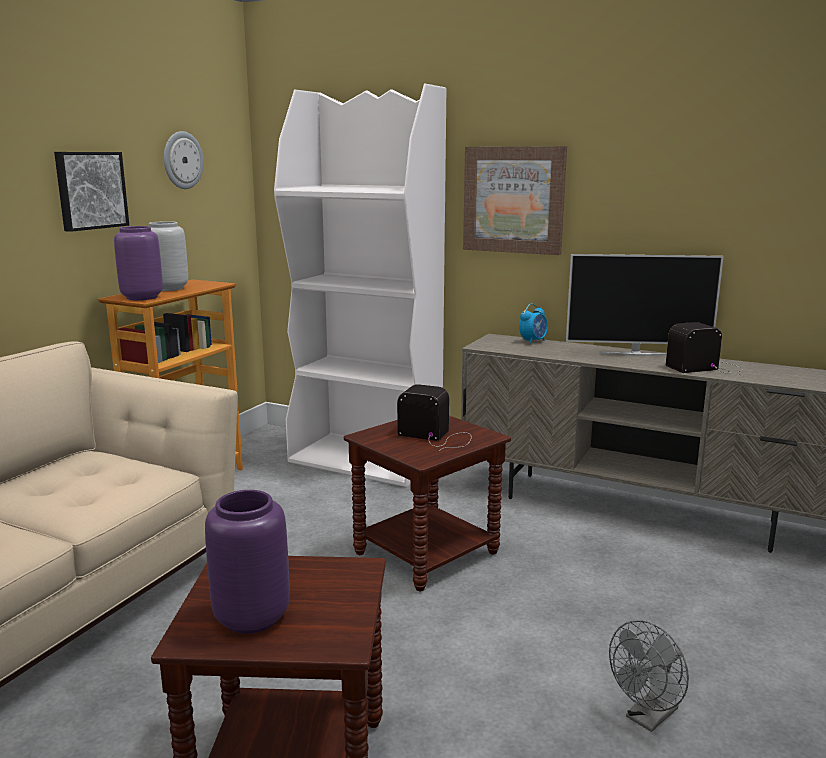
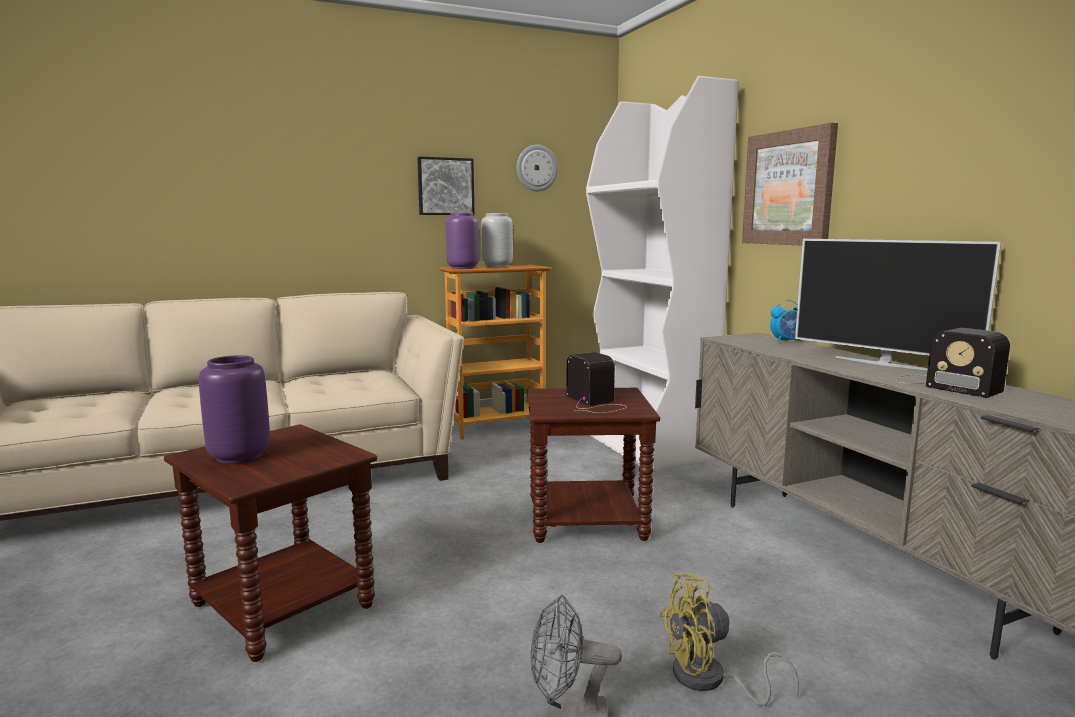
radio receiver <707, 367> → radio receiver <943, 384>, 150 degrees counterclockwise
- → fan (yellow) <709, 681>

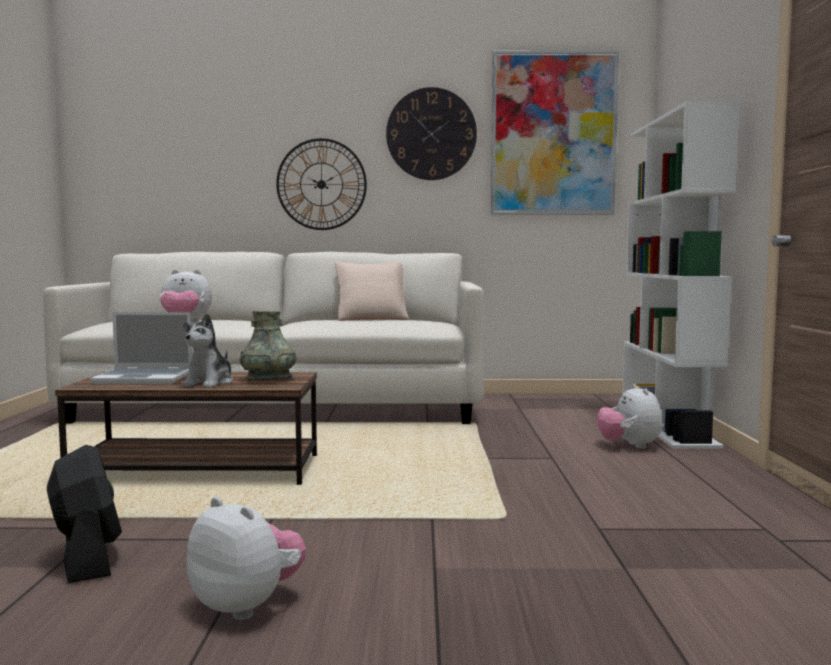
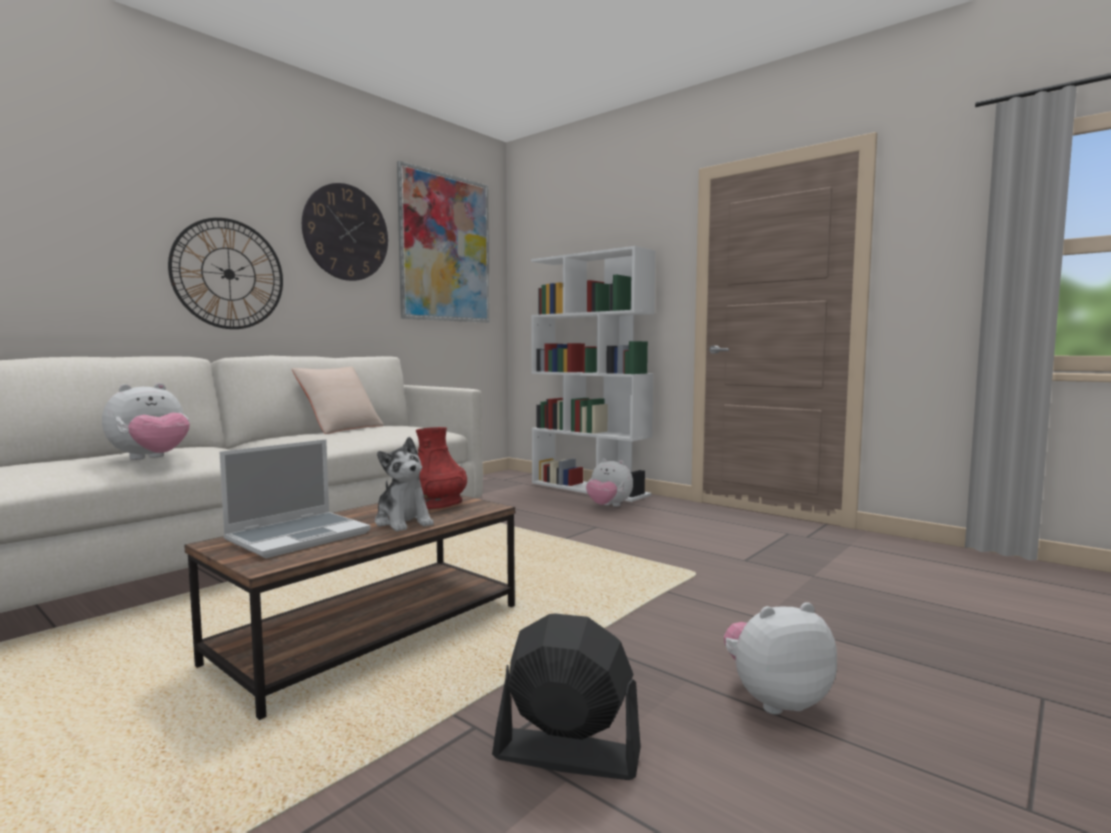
vase (gray) <269, 379> → vase (red-coloured) <436, 504>

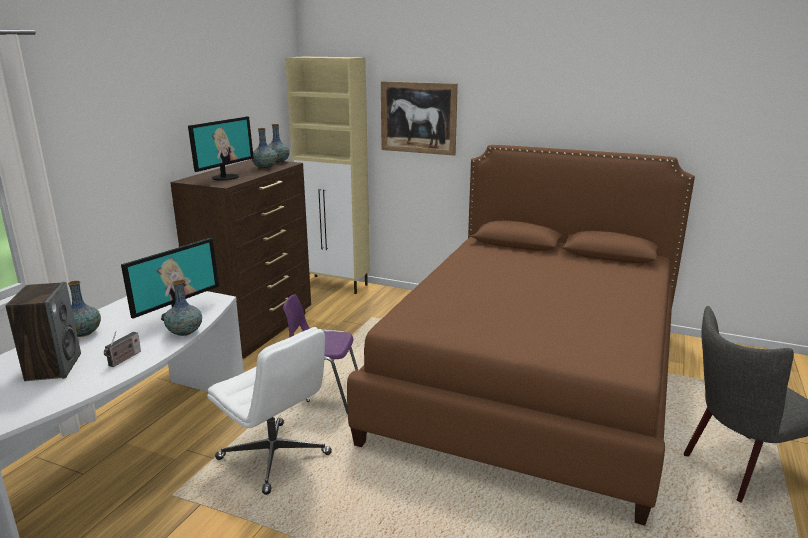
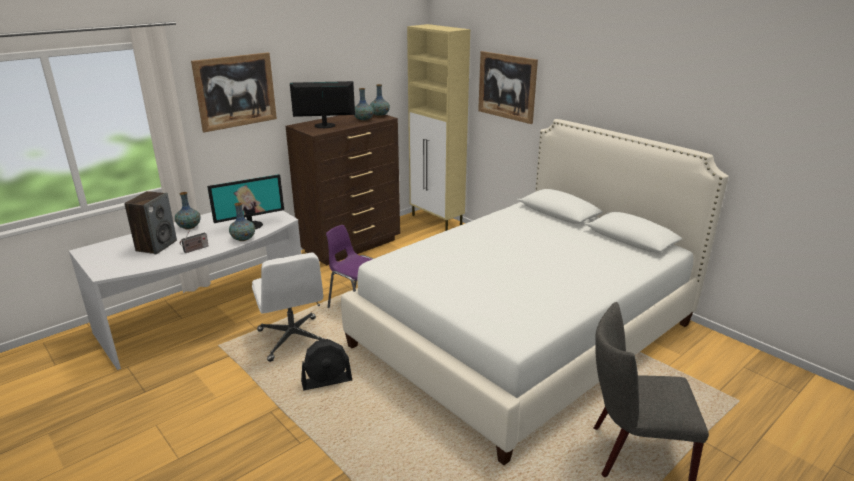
computer display <225, 177> → computer display <324, 126>, 150 degrees counterclockwise
bedroom bed (brown-coloured) <533, 380> → bedroom bed (whitish) <525, 334>
- → wall art <235, 91>
- → fan (black) <327, 381>

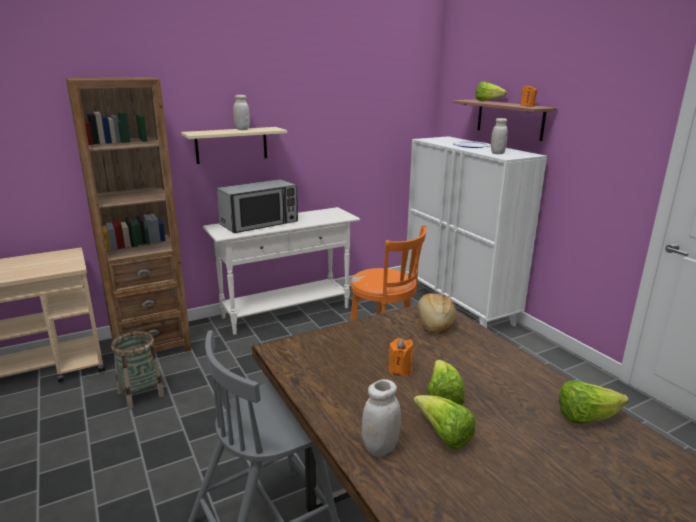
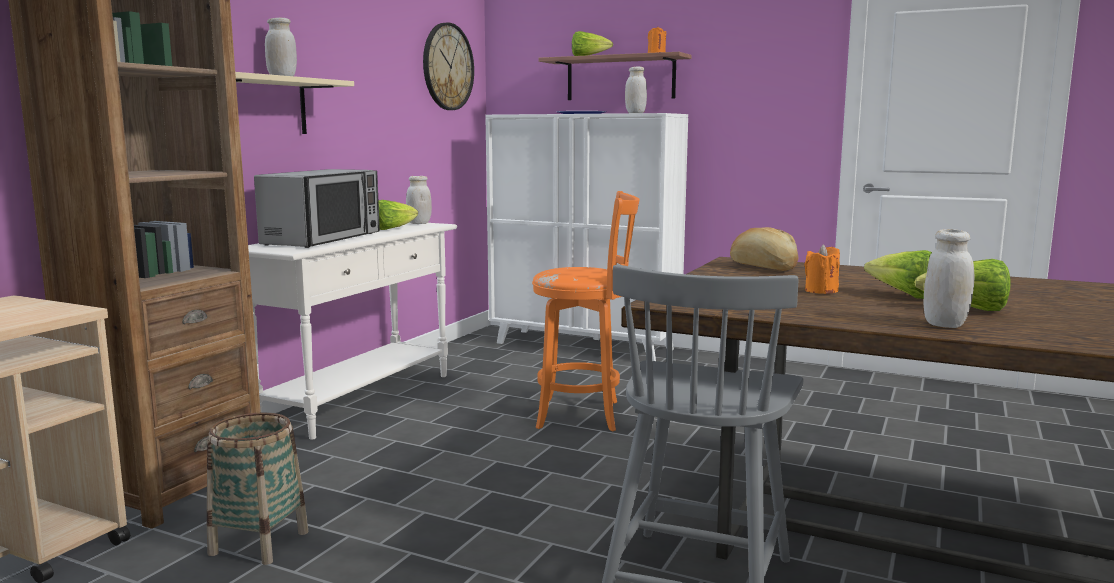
lettuce <586, 417> → lettuce <392, 229>, move
- → preserve jar (whitish) <419, 223>
- → hanging clock <447, 67>

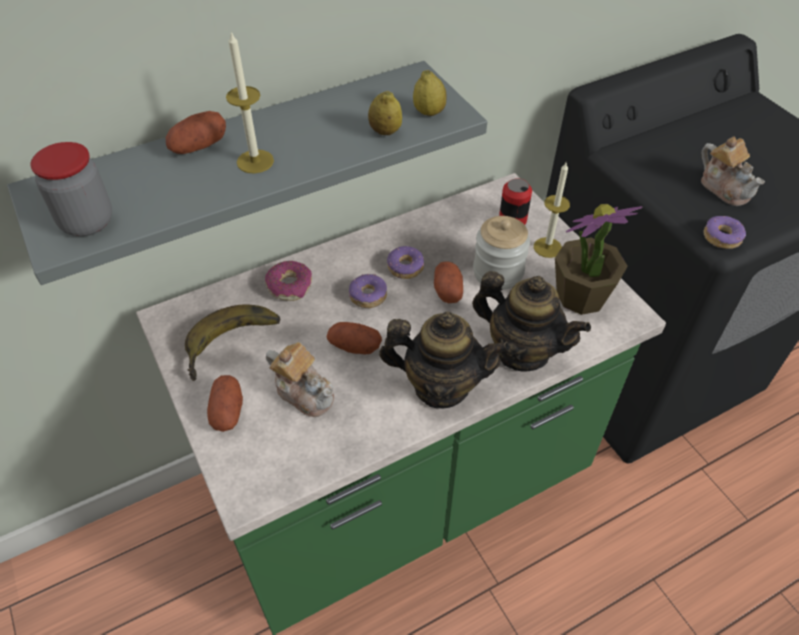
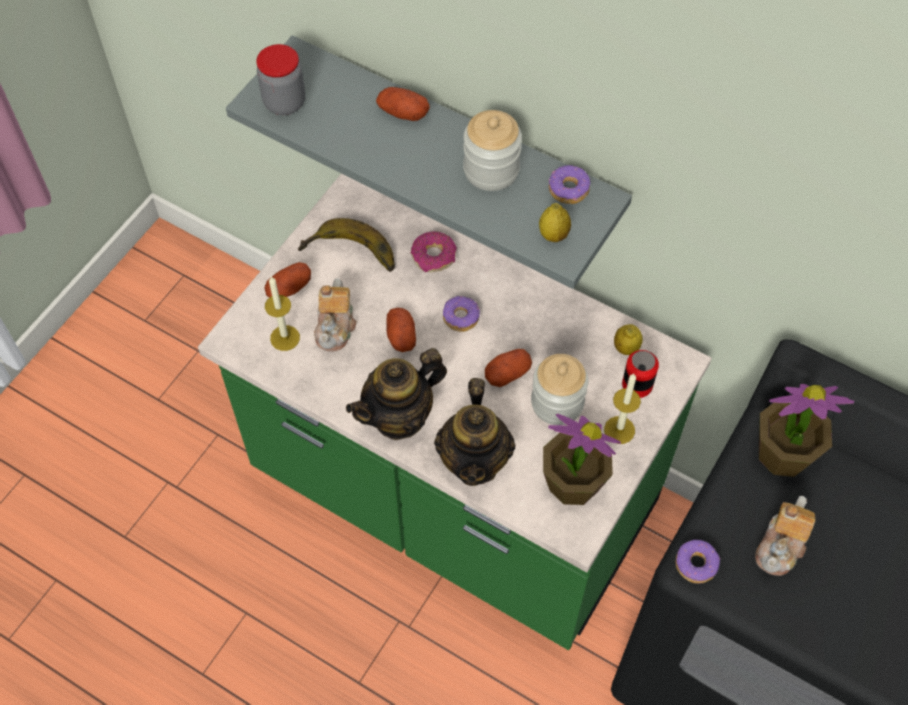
wax light <255, 161> → wax light <285, 338>, move
lemon <385, 132> → lemon <626, 348>, move
teapot <441, 386> → teapot <400, 416>, 75 degrees clockwise
ring doughnut <405, 267> → ring doughnut <568, 190>, move
- → preserve jar <491, 170>
- → houseplant <783, 454>

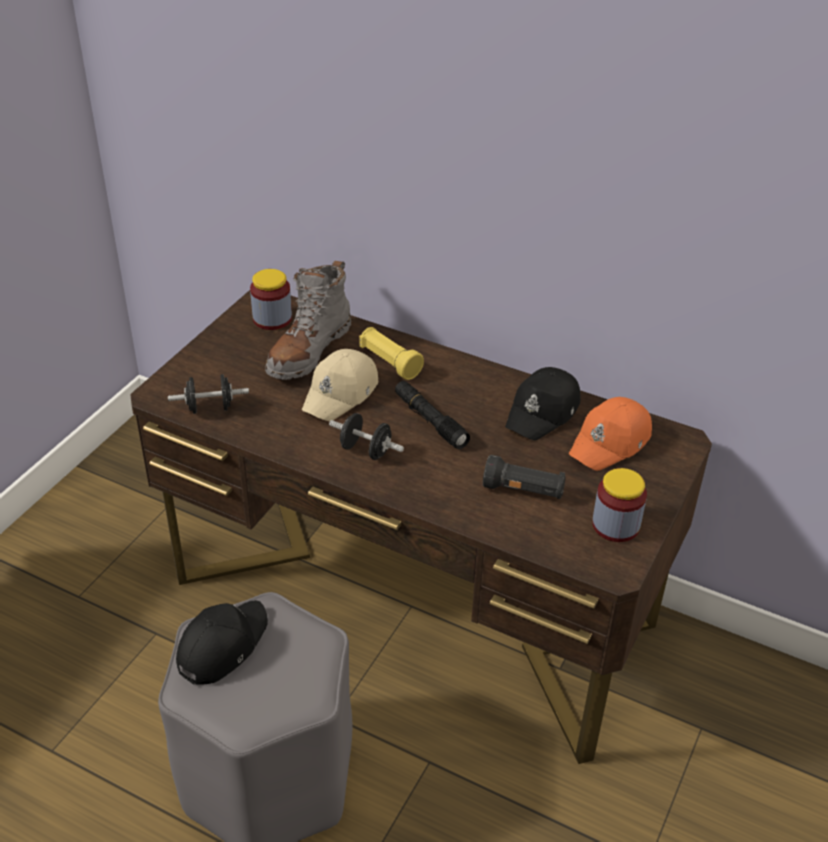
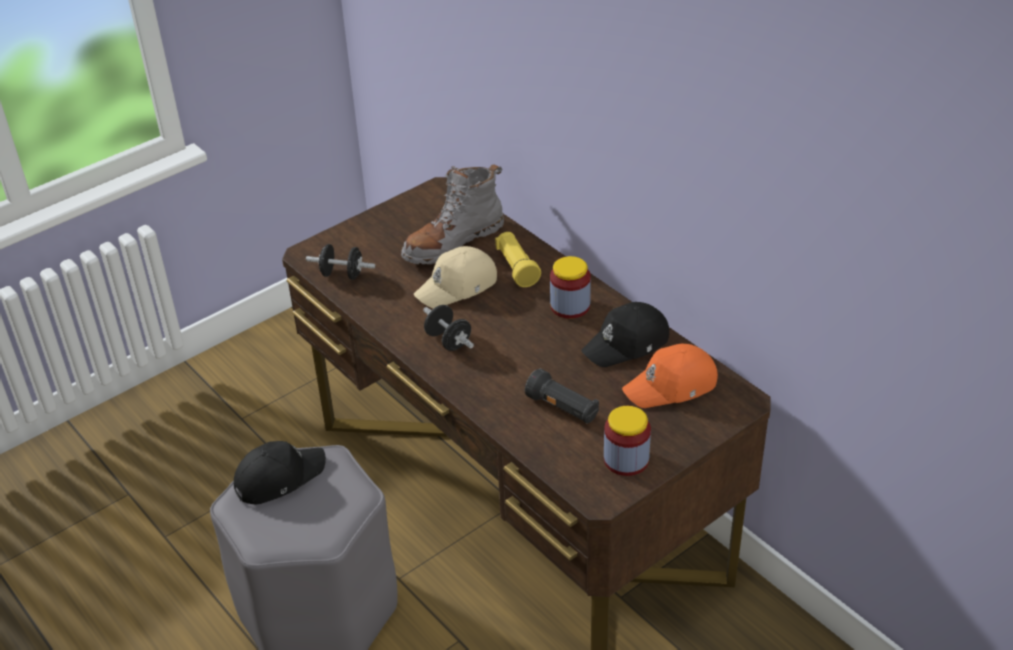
preserve jar <272, 319> → preserve jar <570, 306>, move
torch (black) <430, 421> → -

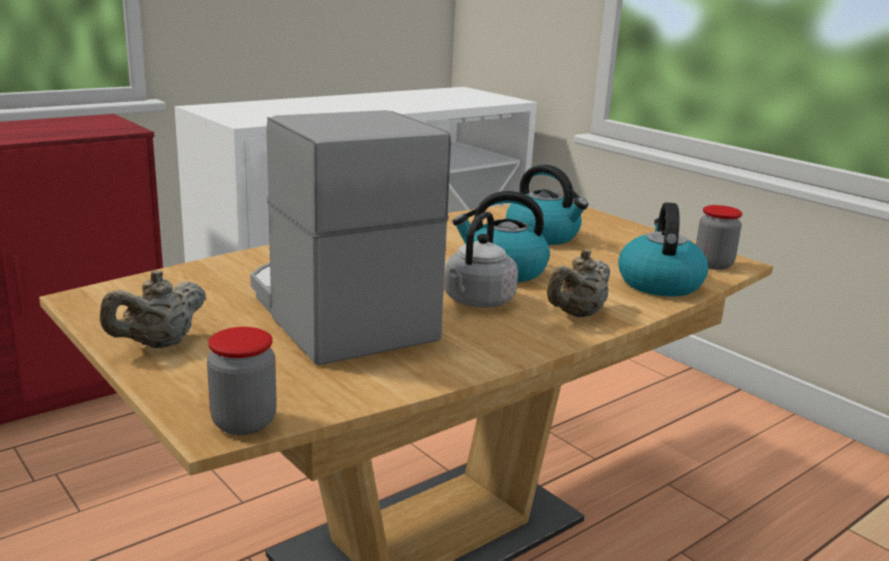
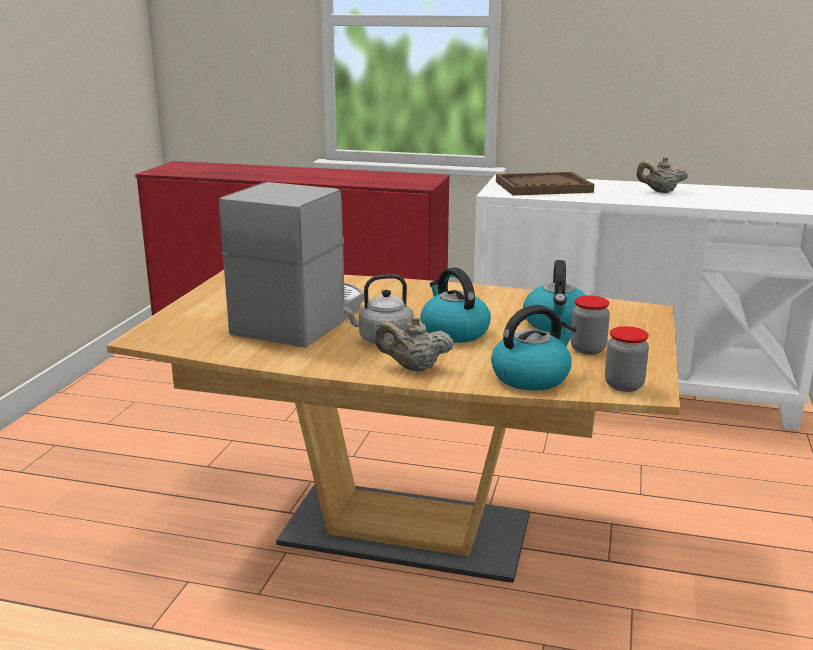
teapot (sand-coloured) <159, 344> → teapot (sand-coloured) <660, 192>, move
preserve jar <244, 422> → preserve jar <588, 349>, move
- → tray (brown-coloured) <543, 187>

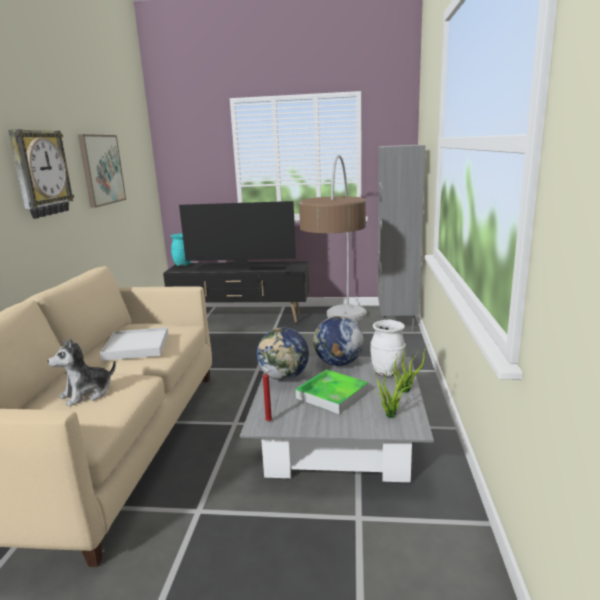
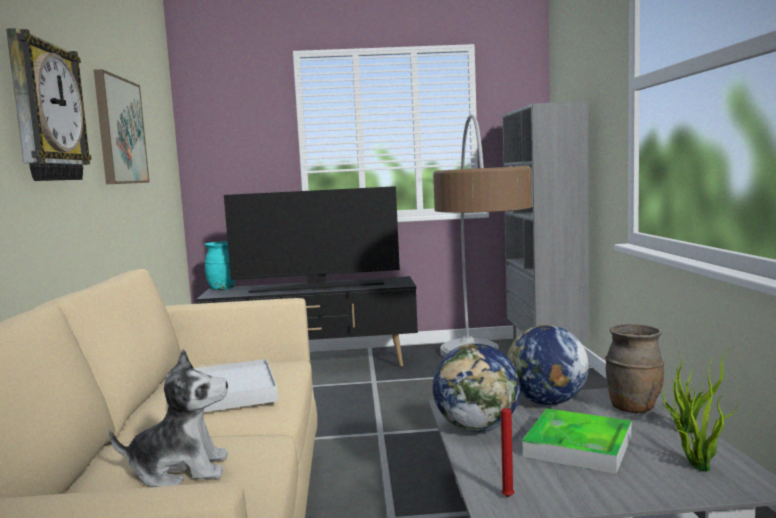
plush toy <87, 394> → plush toy <180, 470>, 135 degrees counterclockwise
vase (whitish) <387, 372> → vase (brown-coloured) <633, 408>

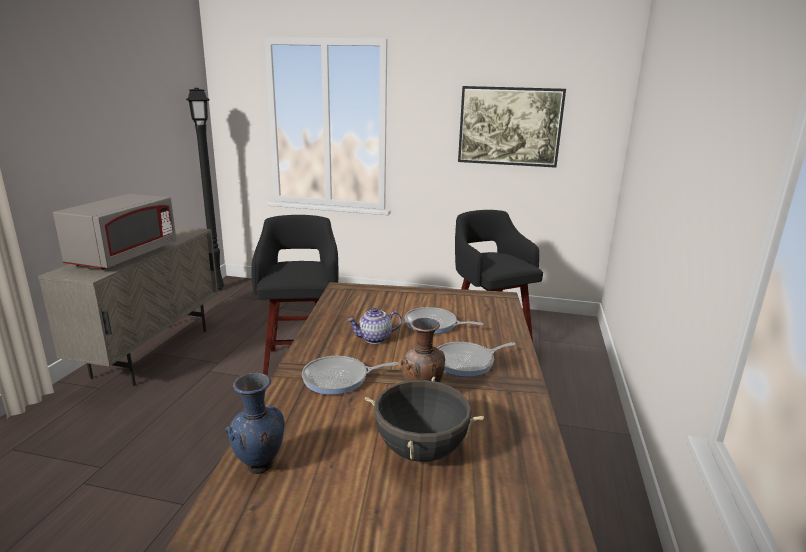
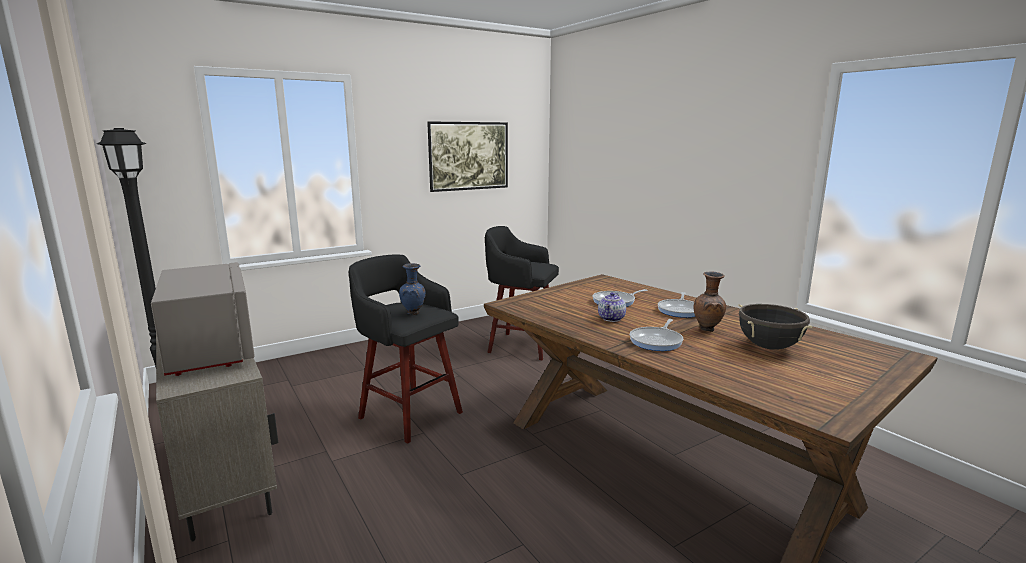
vase (bluish) <259, 468> → vase (bluish) <413, 313>, move

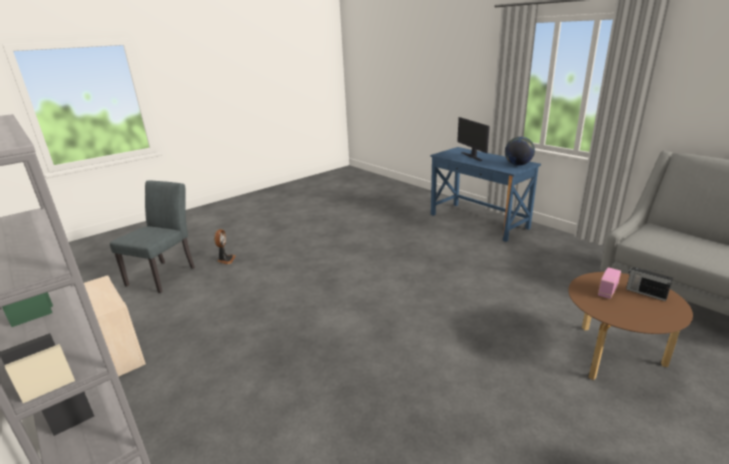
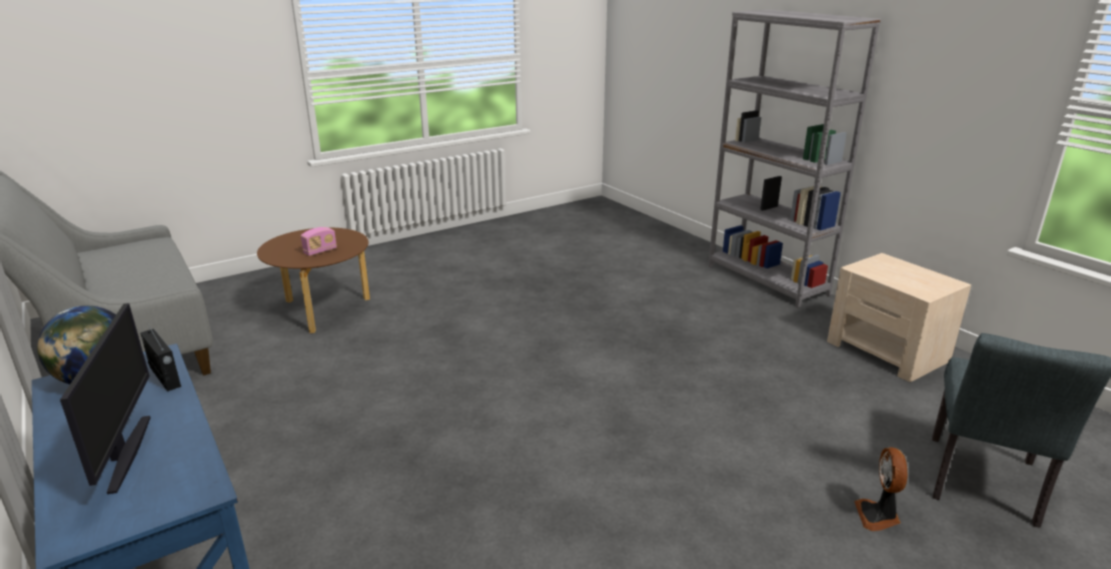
radio receiver <645, 293> → radio receiver <165, 377>, move

